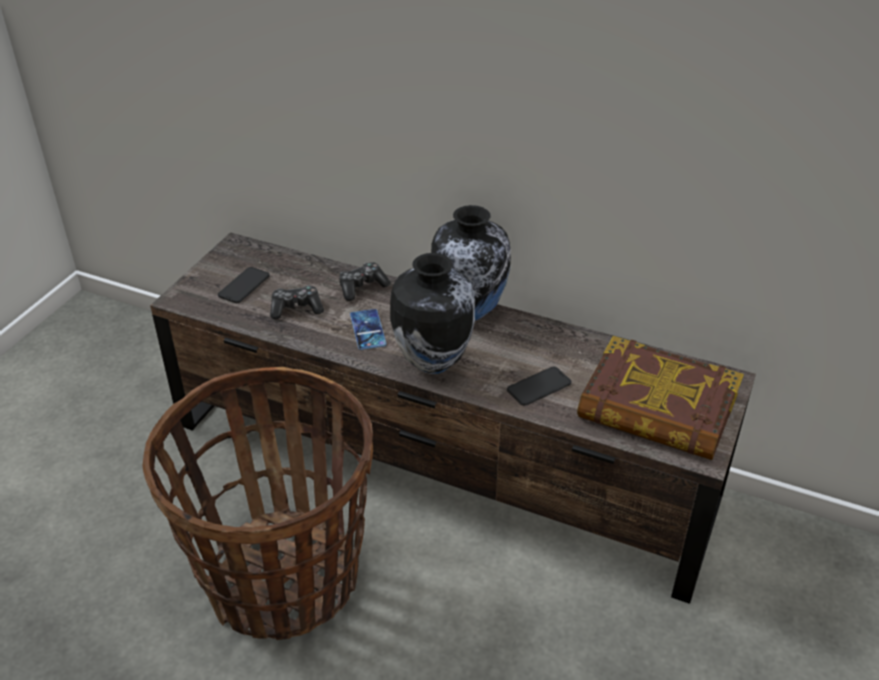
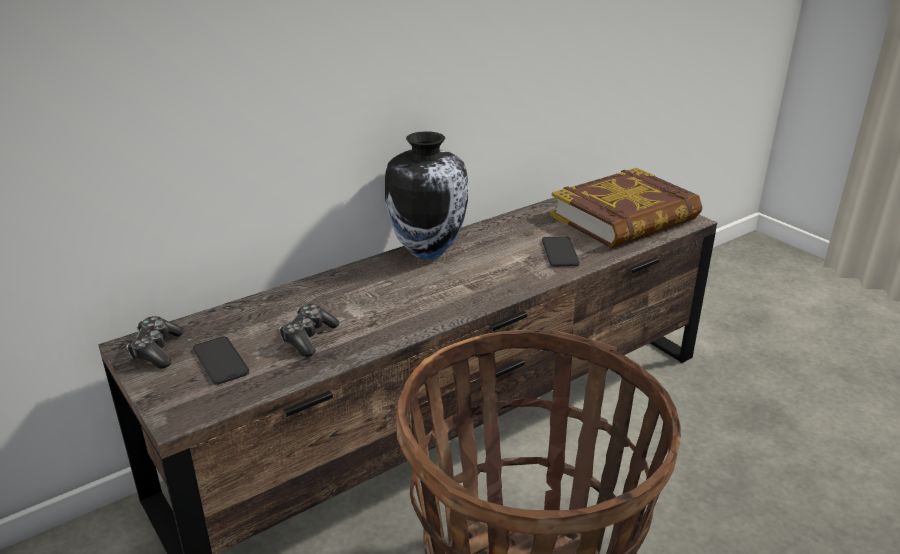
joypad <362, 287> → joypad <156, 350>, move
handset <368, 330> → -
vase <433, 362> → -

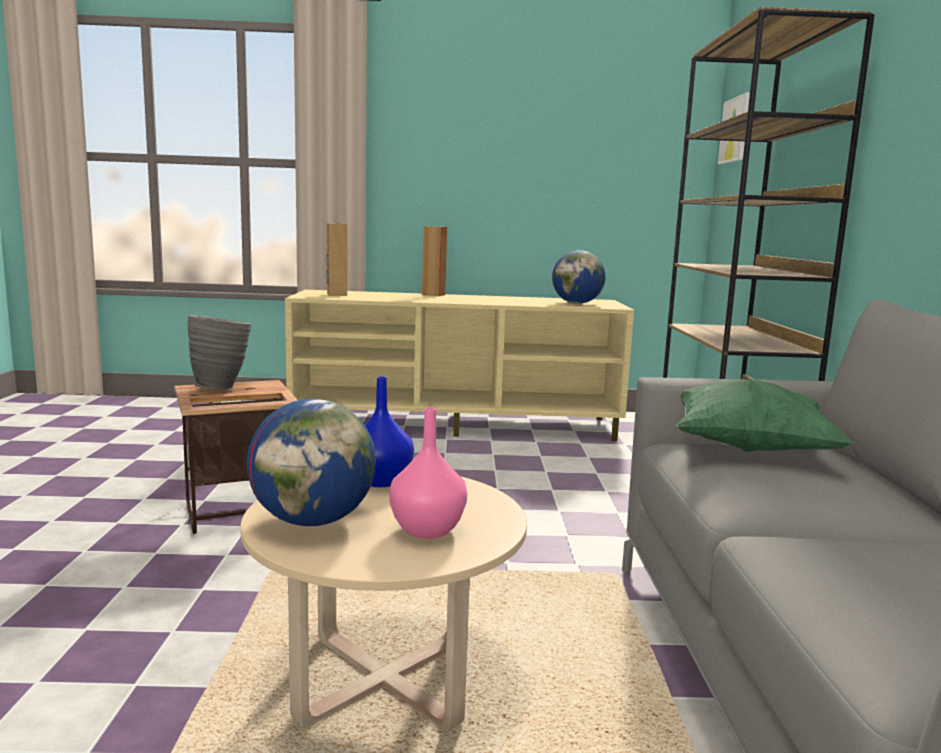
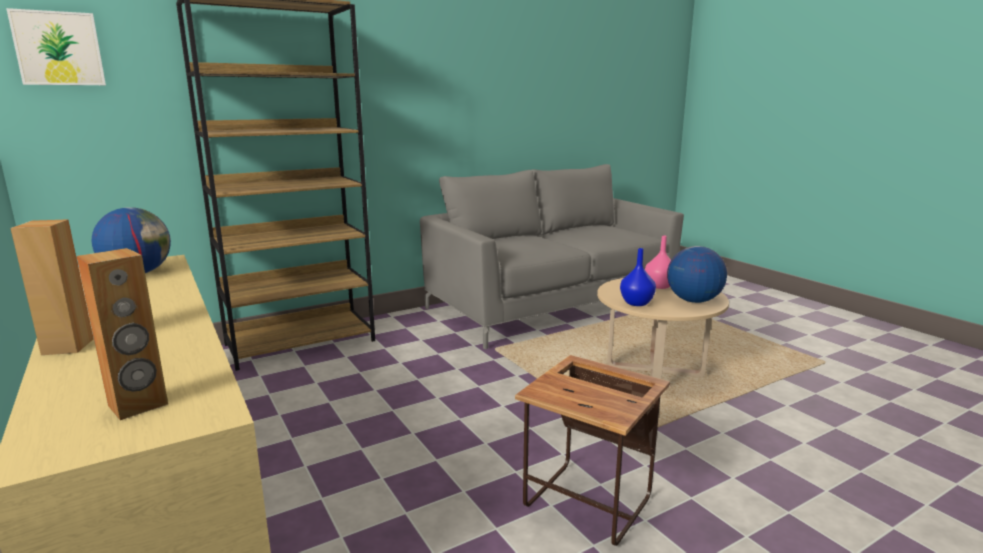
vase (gray) <222, 388> → -
cushion (green) <749, 449> → -

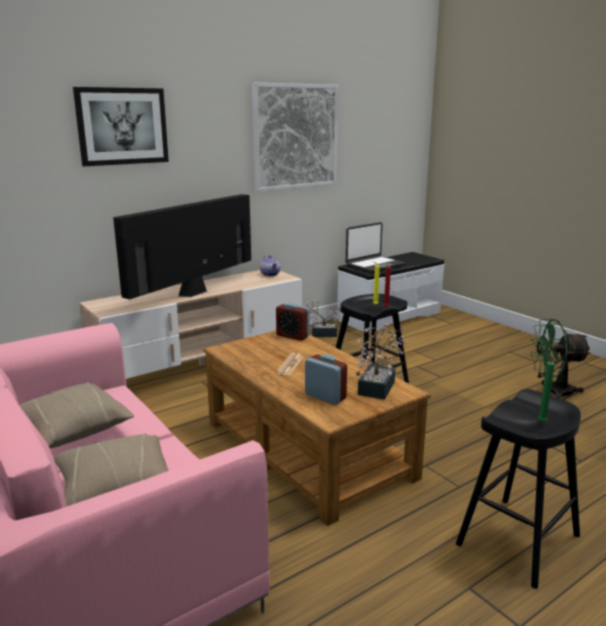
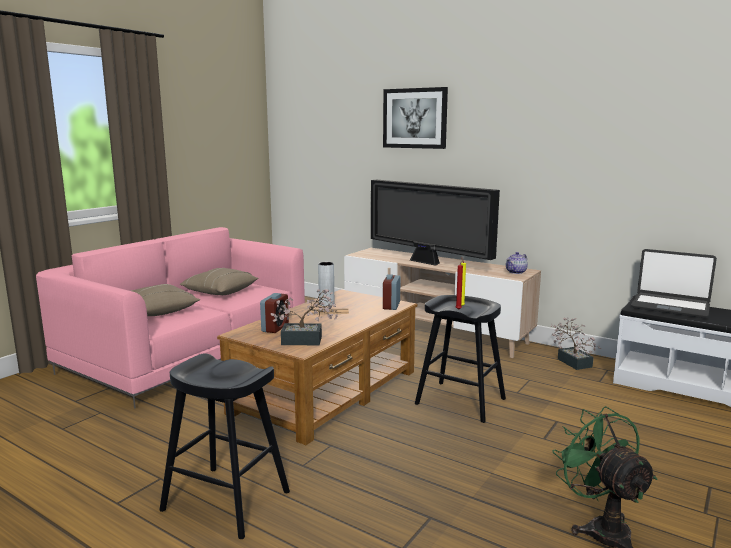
television <193, 293> → television <427, 262>, 150 degrees counterclockwise
wall art <295, 137> → -
wax light (green) <541, 422> → -
- → vase (gray) <326, 304>

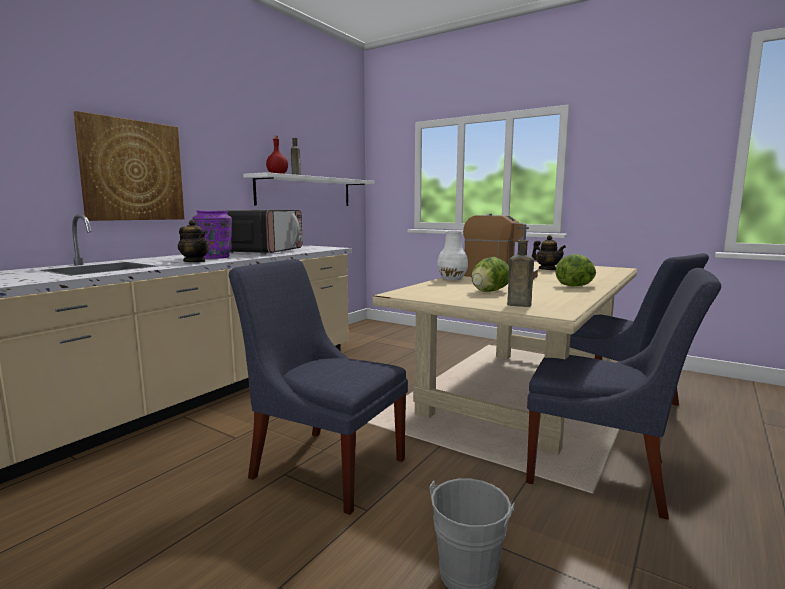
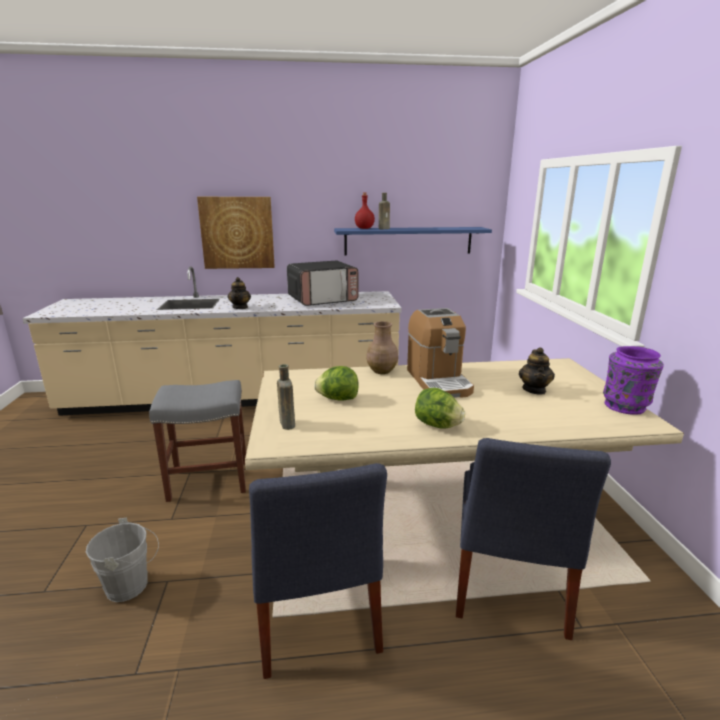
vase (purple) <215, 257> → vase (purple) <625, 406>, move
chair (bluish) <324, 465> → sitting stool (gray) <210, 480>
shelf (whitish) <305, 192> → shelf (bluish) <408, 241>
vase (whitish) <452, 279> → vase (brown-coloured) <382, 371>

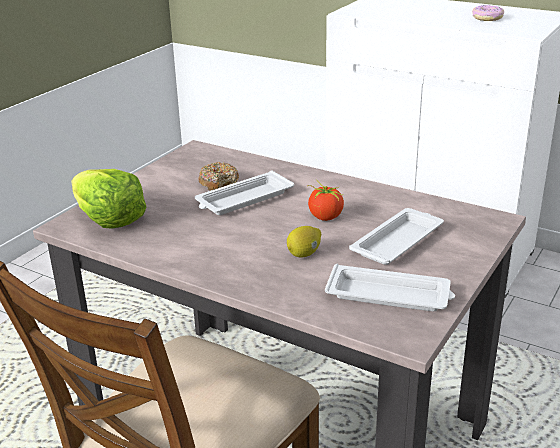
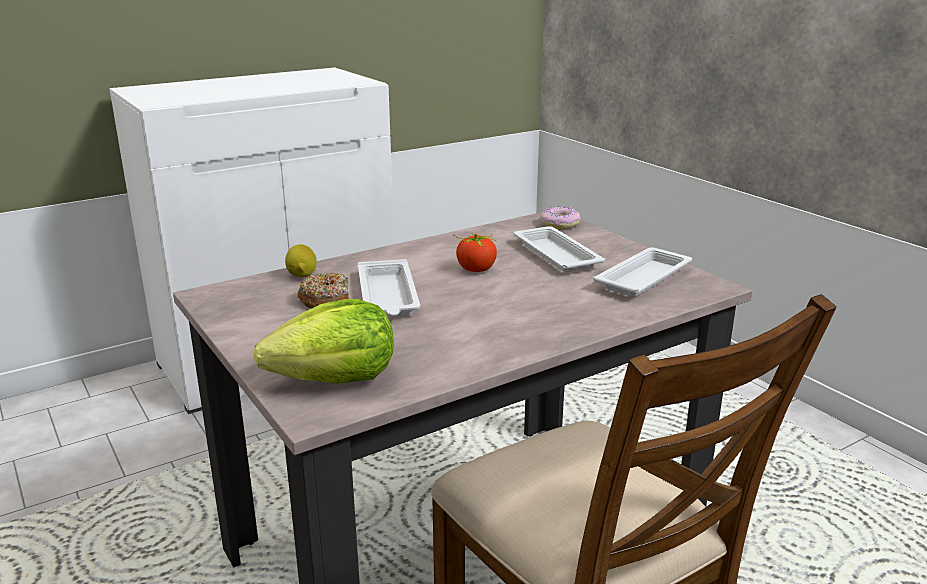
lemon <304, 254> → lemon <302, 275>, move
ring doughnut <487, 18> → ring doughnut <560, 224>, move

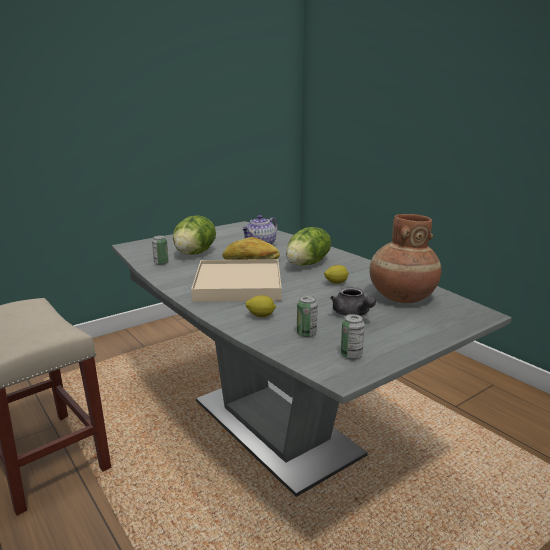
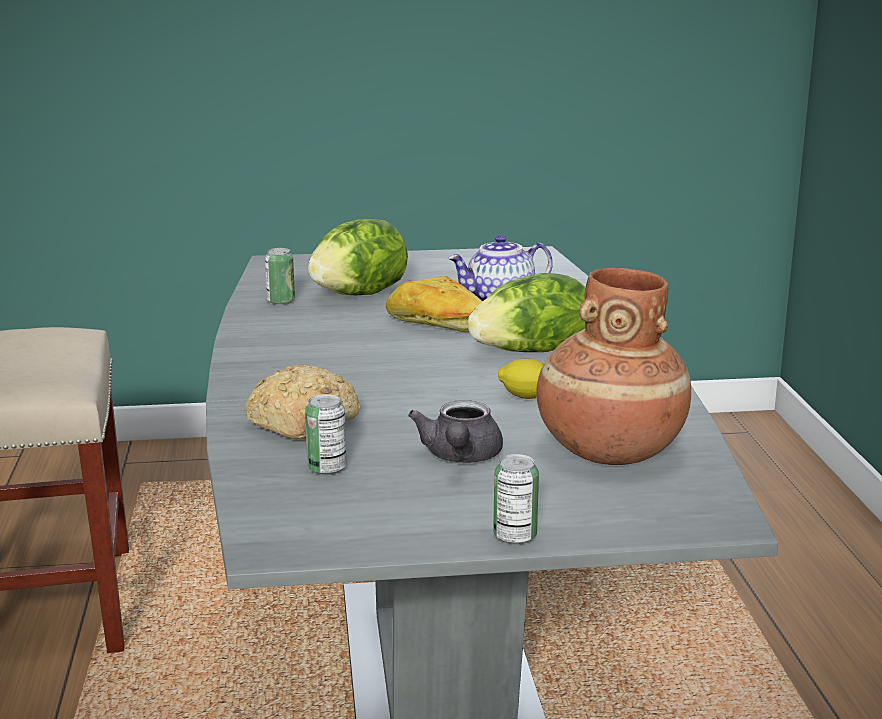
tray (sand-coloured) <238, 285> → -
lemon <261, 316> → bakery bread <300, 423>
sealed can <351, 355> → sealed can <515, 536>, move

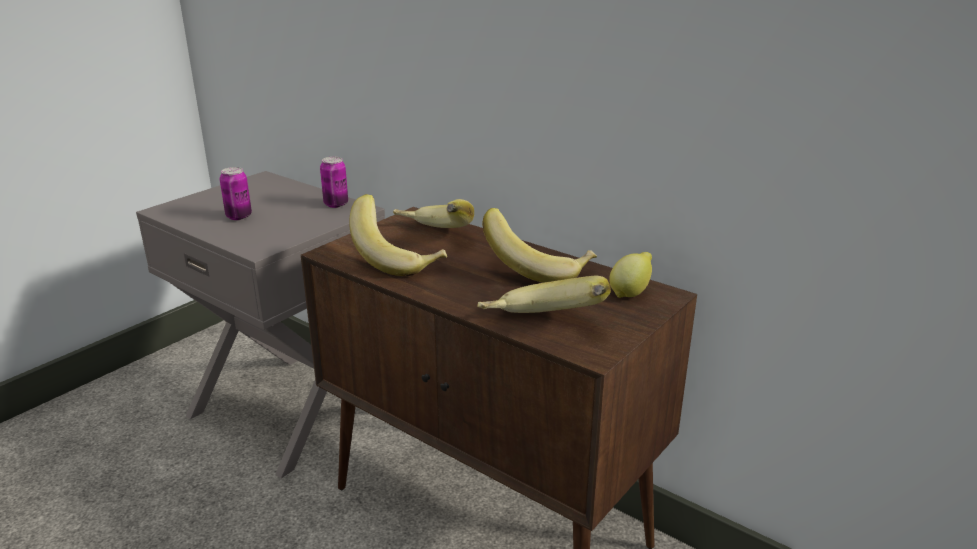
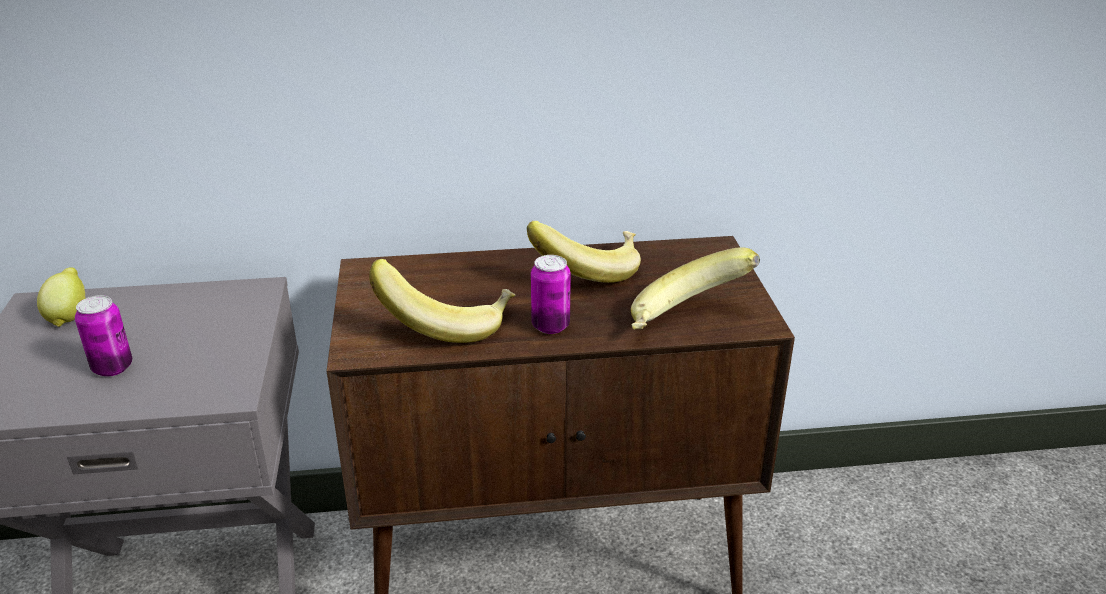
sealed can <336, 204> → sealed can <550, 326>, move
whole banana <431, 237> → -
lemon <630, 293> → lemon <69, 316>, move

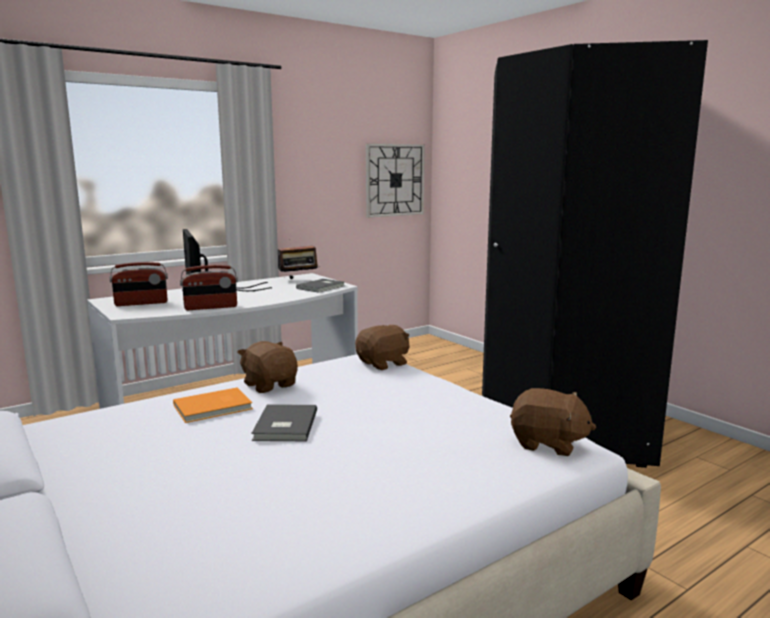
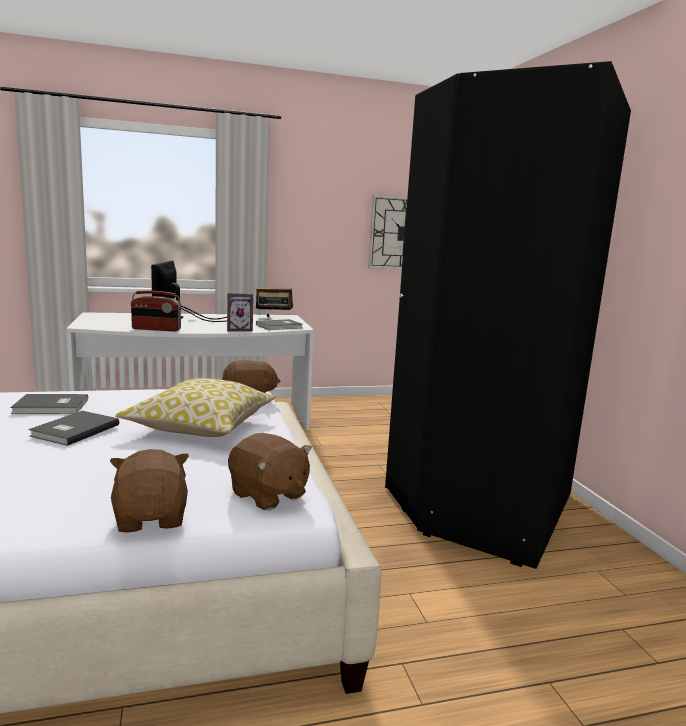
radio receiver <141, 303> → -
bound book (orange) <214, 407> → bound book (gray) <51, 407>
plush toy (brown-coloured) <270, 385> → plush toy (brown-coloured) <152, 518>, move
- → cushion <201, 426>
- → standing frame <239, 330>

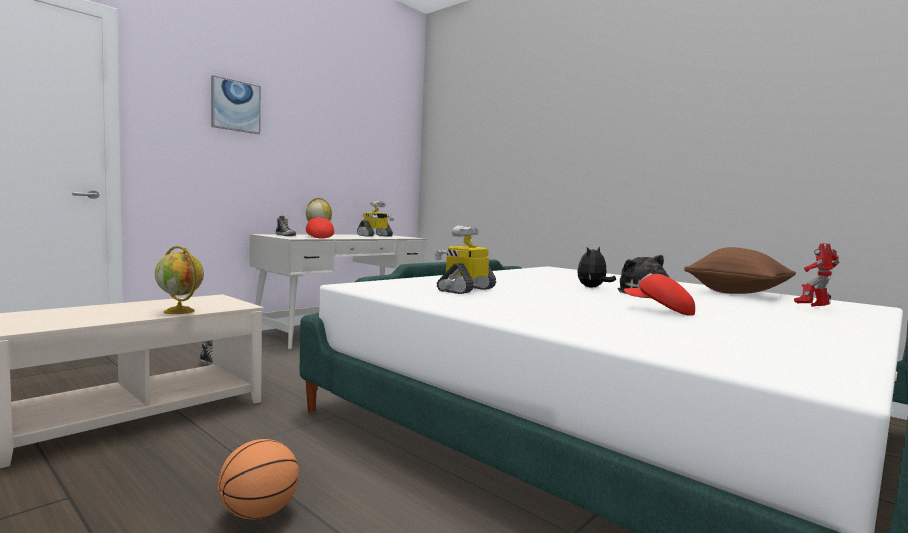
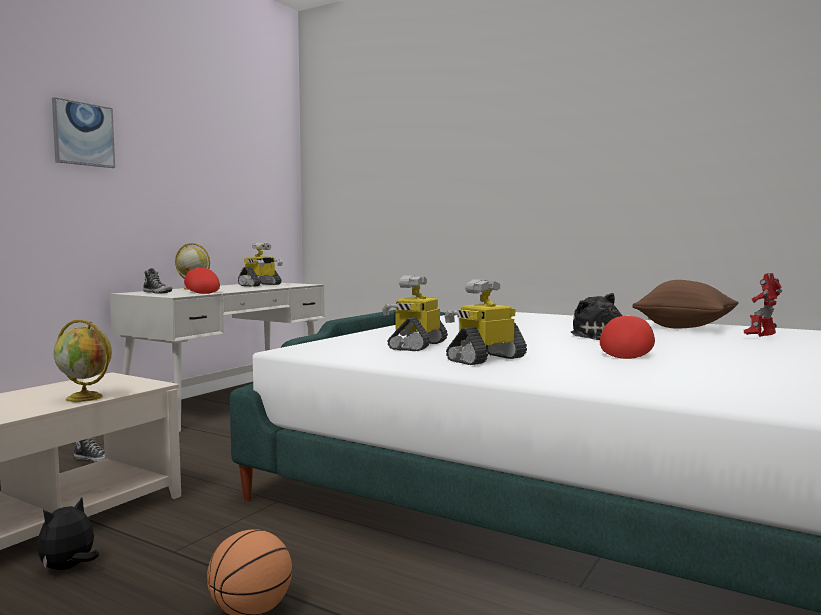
plush toy <592, 287> → plush toy <69, 568>, move
baseball cap (red-coloured) <659, 311> → baseball cap (red-coloured) <626, 353>, 90 degrees clockwise
- → model robot <485, 359>

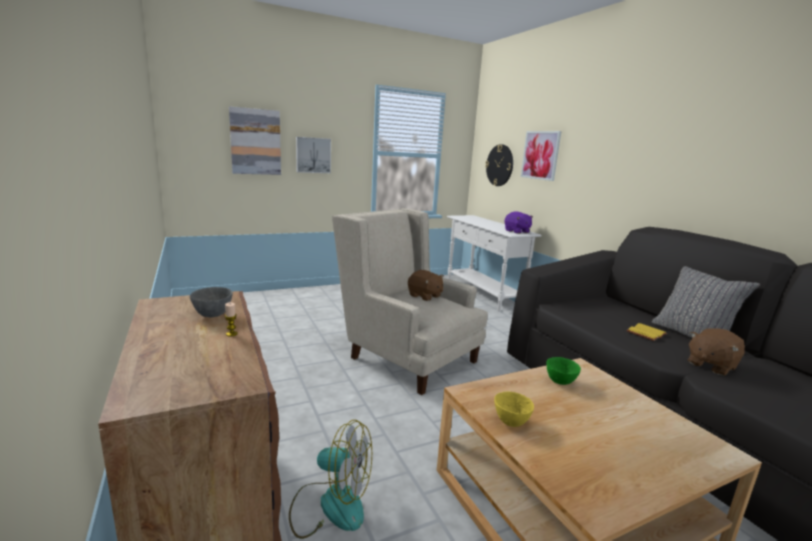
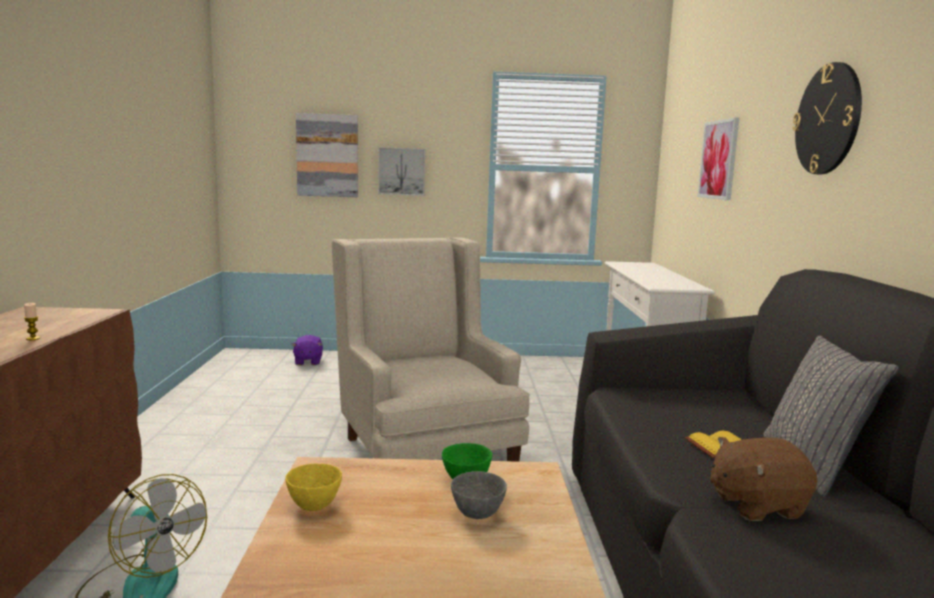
serving bowl (gray) <213, 315> → serving bowl (gray) <478, 515>, move
plush toy (brown-coloured) <425, 296> → -
hanging clock <499, 165> → hanging clock <828, 119>, move
plush toy (purple) <517, 231> → plush toy (purple) <308, 362>, move

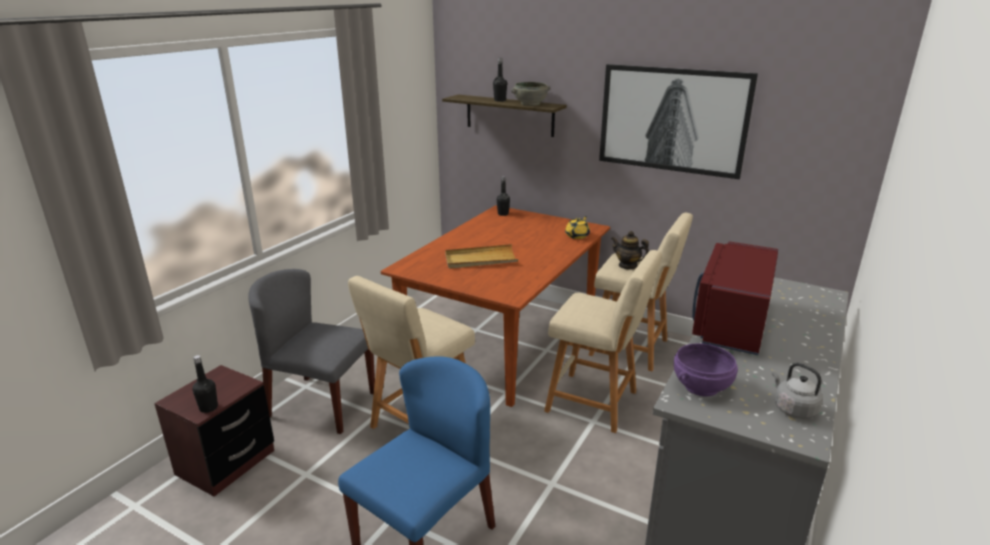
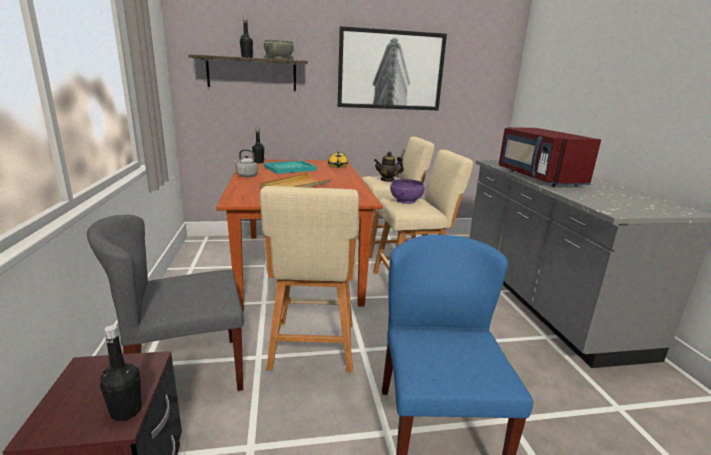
serving bowl (purple) <702, 387> → serving bowl (purple) <406, 201>, move
water kettle (gray) <792, 409> → water kettle (gray) <246, 175>, move
- → tray (blue-green) <290, 168>

